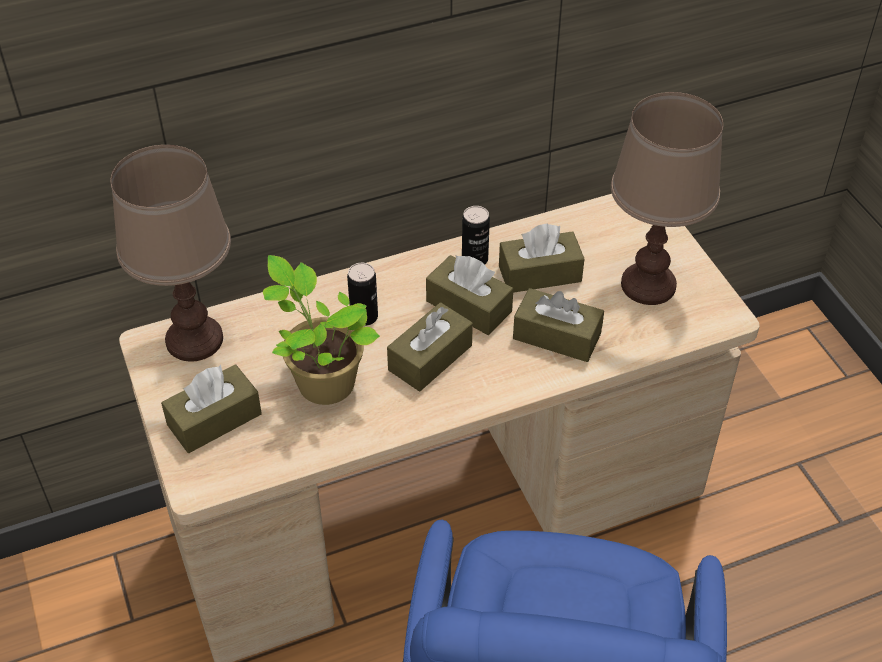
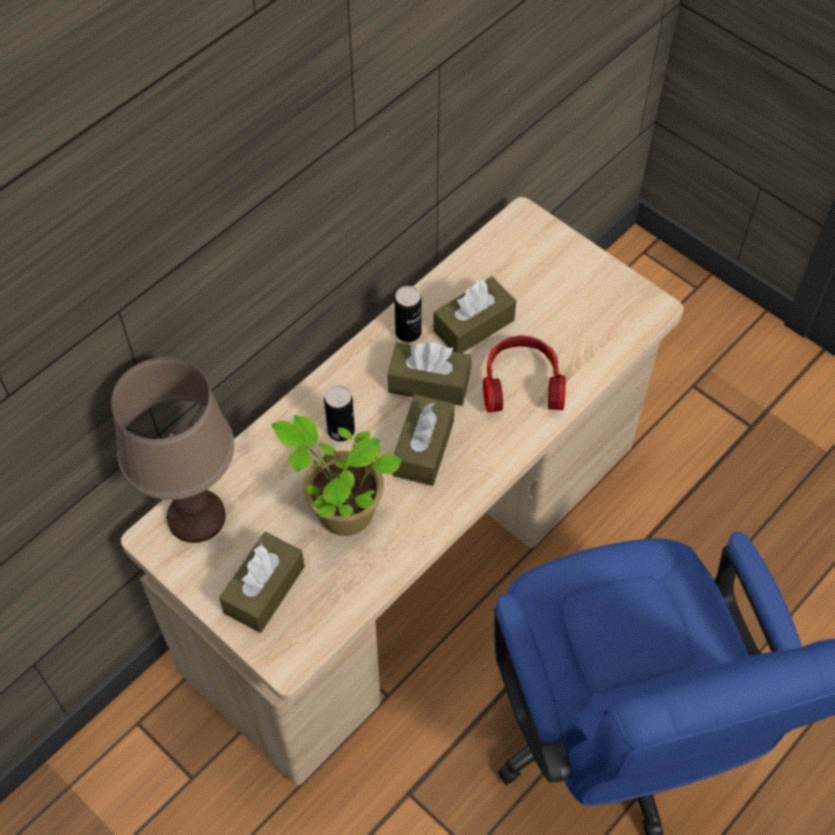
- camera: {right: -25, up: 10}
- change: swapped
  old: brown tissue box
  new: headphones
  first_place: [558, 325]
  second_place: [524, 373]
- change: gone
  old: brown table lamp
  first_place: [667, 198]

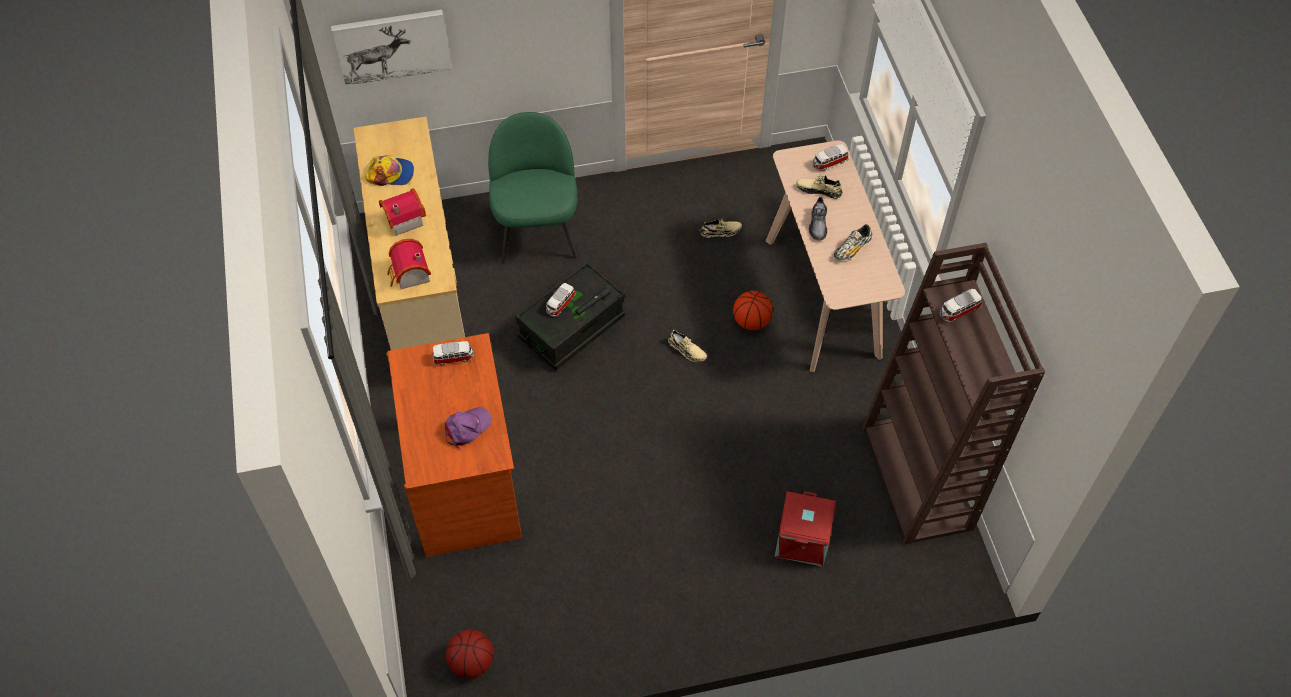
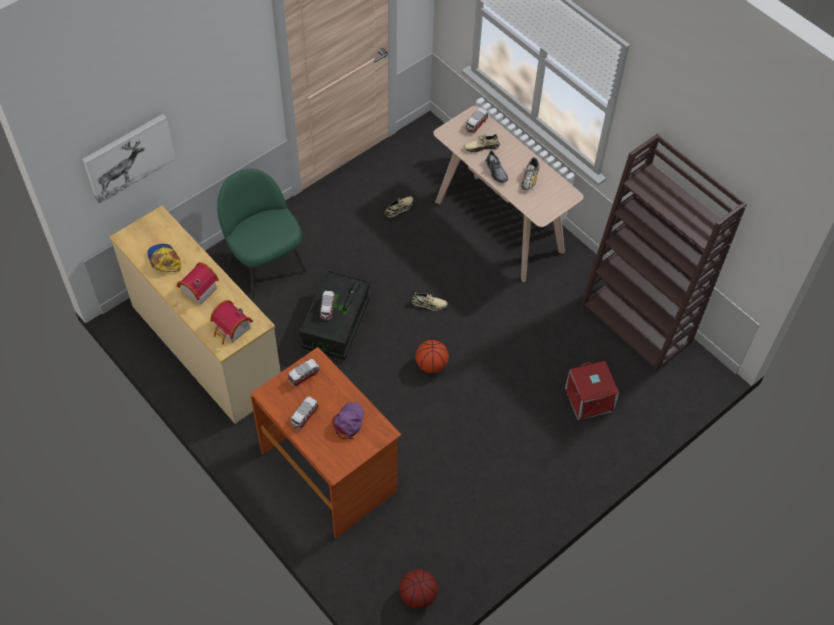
- camera: {right: -30, up: 0}
- change: rotated
  old: cap
  first_place: [389, 170]
  second_place: [164, 258]
  degrees: -90
- change: shifted
  old: toy car
  first_place: [960, 305]
  second_place: [305, 413]
- change: shifted
  old: basketball
  first_place: [753, 310]
  second_place: [432, 356]

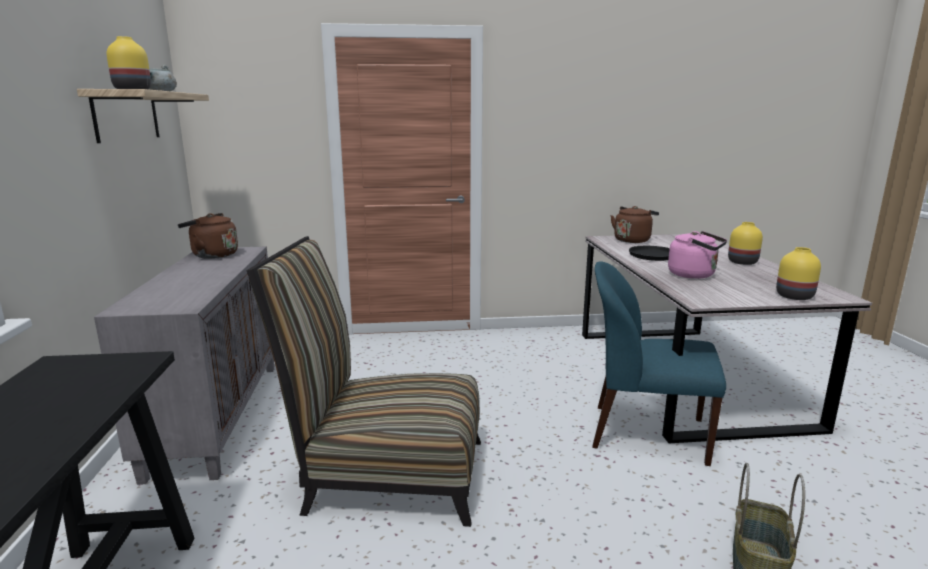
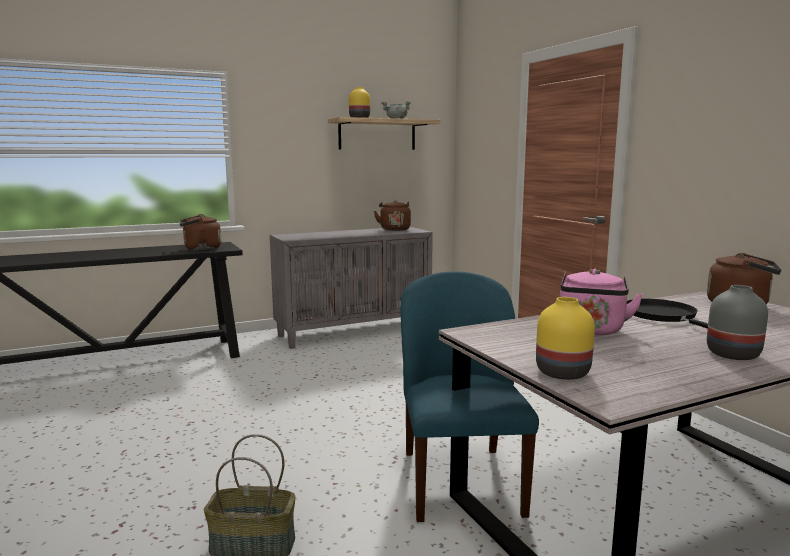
- camera: {right: 70, up: -5}
- change: new
  new: brown kettle
  second_place: [200, 232]
- change: repainted
  old: yellow vase
  new: grey vase
  first_place: [745, 243]
  second_place: [737, 322]
- change: gone
  old: chair
  first_place: [364, 381]

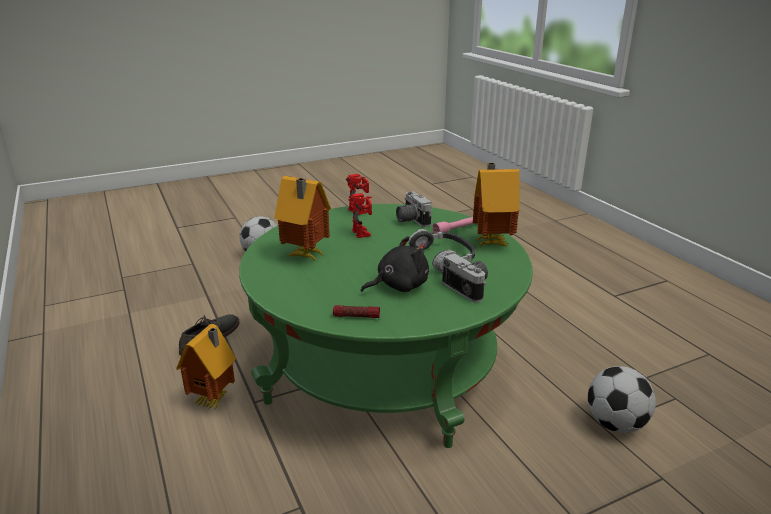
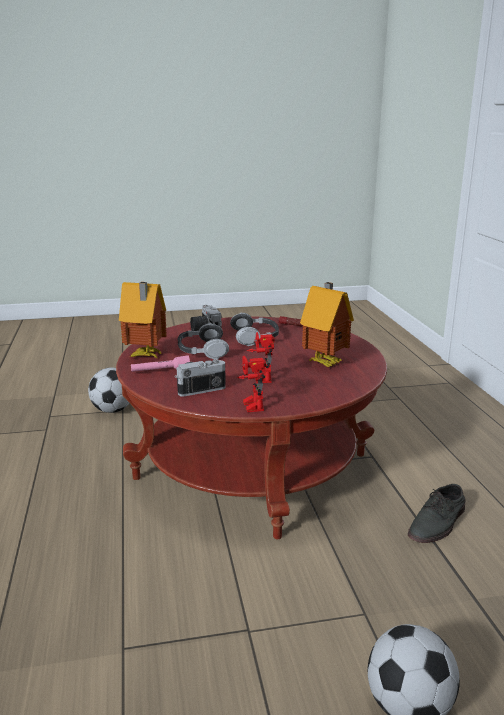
- camera: {right: -165, up: -5}
- change: repainted
  old: green coffee table
  new: red coffee table
  first_place: [386, 326]
  second_place: [251, 428]
- change: rotated
  old: photo camera
  first_place: [414, 209]
  second_place: [200, 378]
  degrees: -105
- change: swapped
  old: black plush toy
  new: headphones
  first_place: [395, 264]
  second_place: [254, 329]
- change: gone
  old: toy house
  first_place: [206, 366]

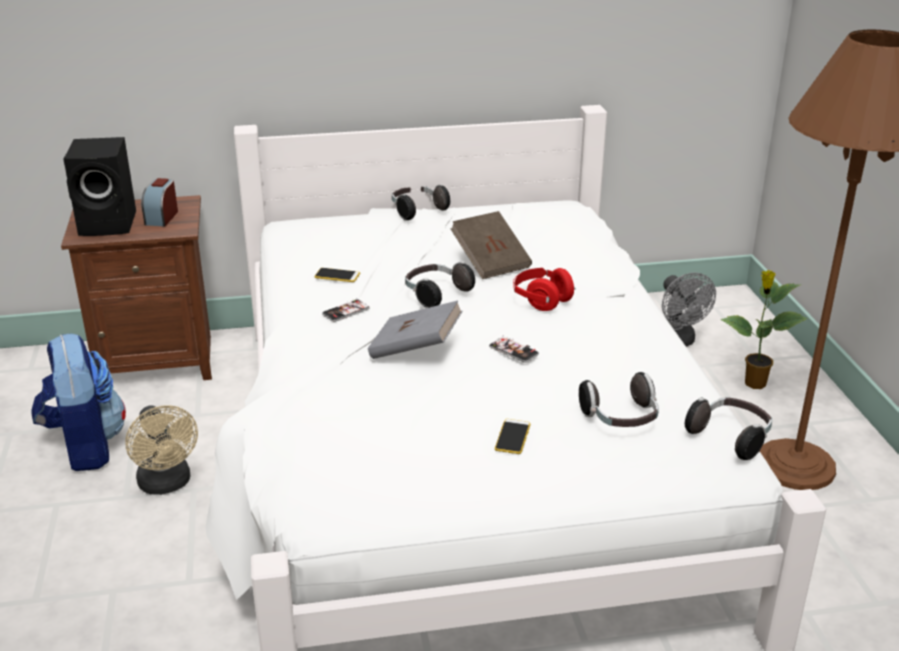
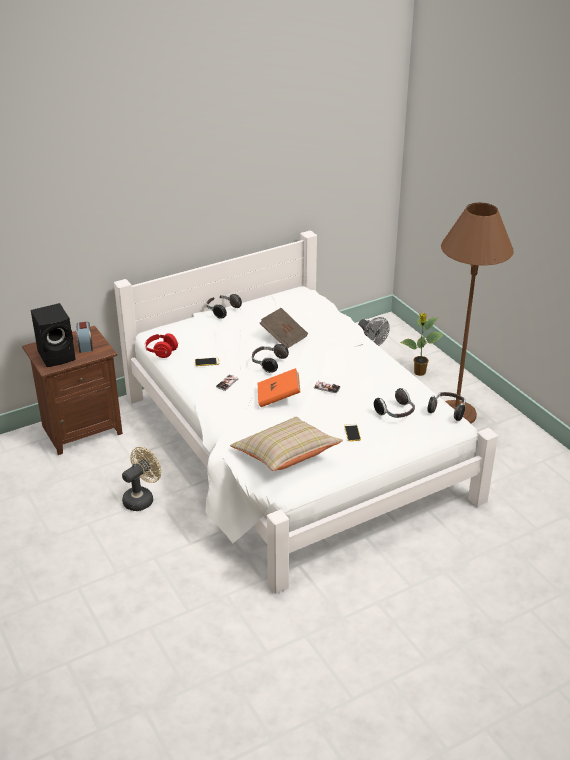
- camera: {right: -20, up: 5}
- change: rotated
  old: beige fan
  first_place: [161, 450]
  second_place: [141, 479]
  degrees: -90
- change: shifted
  old: red headphones
  first_place: [544, 289]
  second_place: [161, 346]
- change: new
  new: beige pillow
  second_place: [286, 443]
- change: repainted
  old: grey book
  new: orange book
  first_place: [415, 329]
  second_place: [279, 387]
- change: gone
  old: backpack
  first_place: [78, 402]

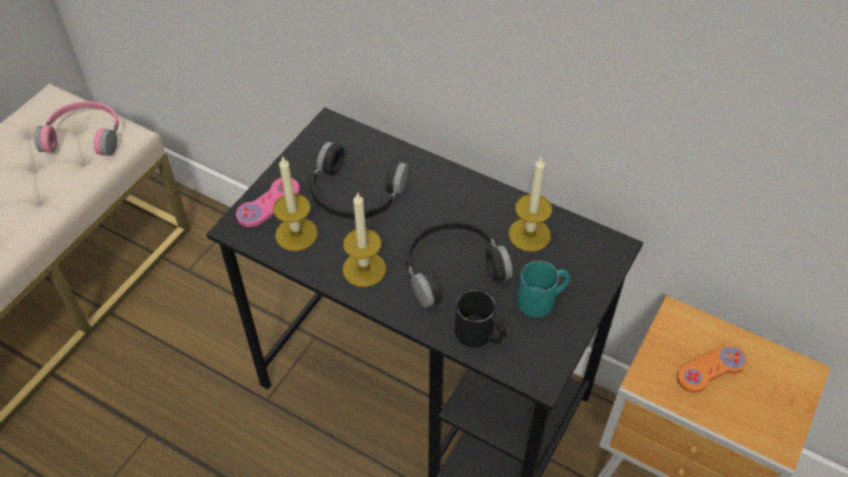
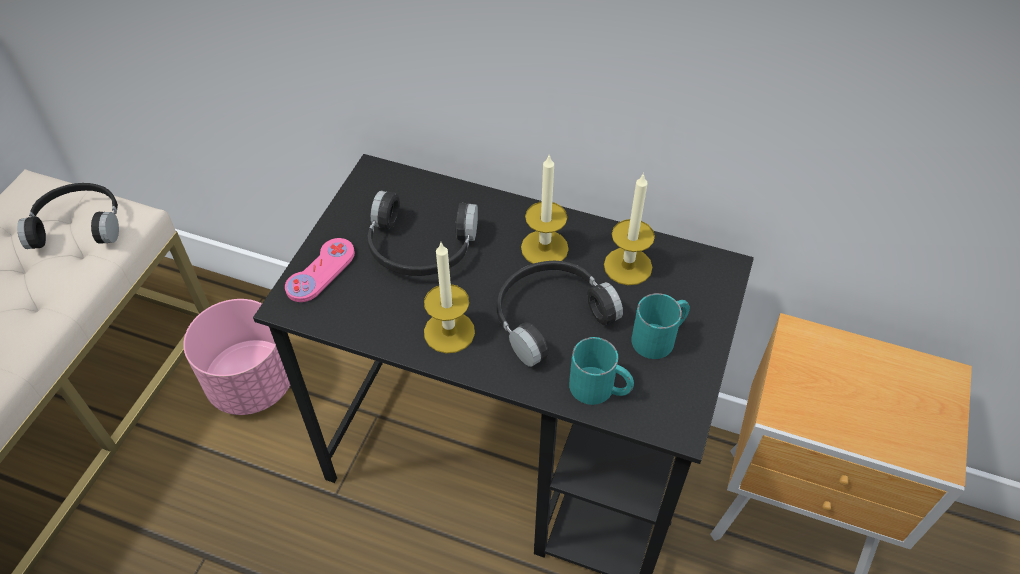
- camera: {right: -10, up: 0}
- change: repainted
  old: pink headphones
  new: black headphones
  first_place: [76, 128]
  second_place: [68, 216]
- change: new
  new: pink planter
  second_place: [236, 357]
- change: shifted
  old: candle
  first_place: [295, 203]
  second_place: [545, 210]
- change: repainted
  old: black mug
  new: turquoise mug
  first_place: [480, 319]
  second_place: [601, 371]
- change: gone
  old: orange game controller
  first_place: [712, 369]

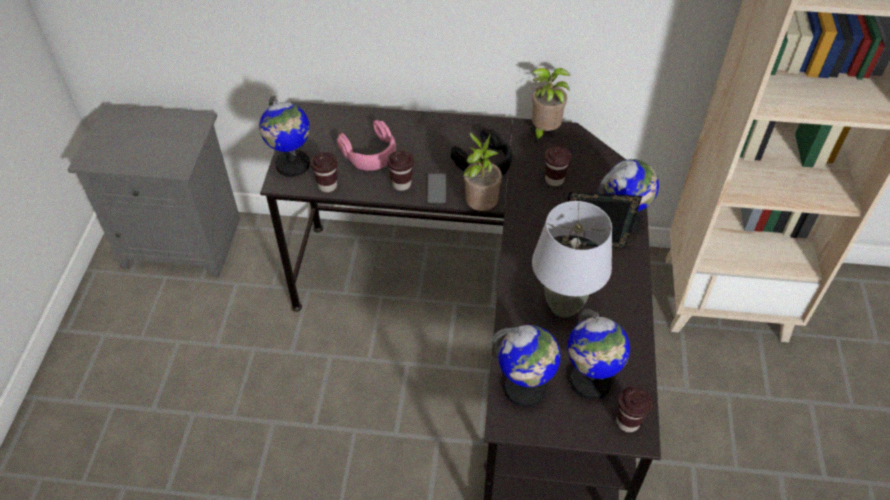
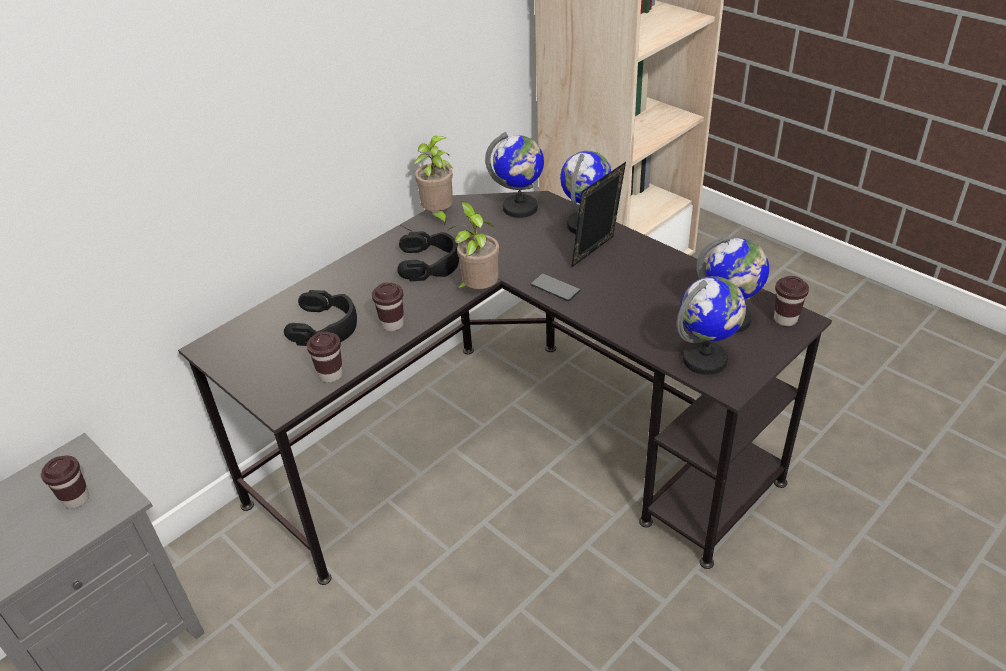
- camera: {right: -50, up: -10}
- change: shifted
  old: brown cup
  first_place: [558, 166]
  second_place: [65, 482]
- change: repainted
  old: pink headphones
  new: black headphones
  first_place: [366, 145]
  second_place: [320, 318]
- change: shifted
  old: globe
  first_place: [284, 136]
  second_place: [514, 175]
- change: shifted
  old: phone
  first_place: [436, 189]
  second_place: [555, 287]
- change: gone
  old: grey table lamp
  first_place: [572, 259]

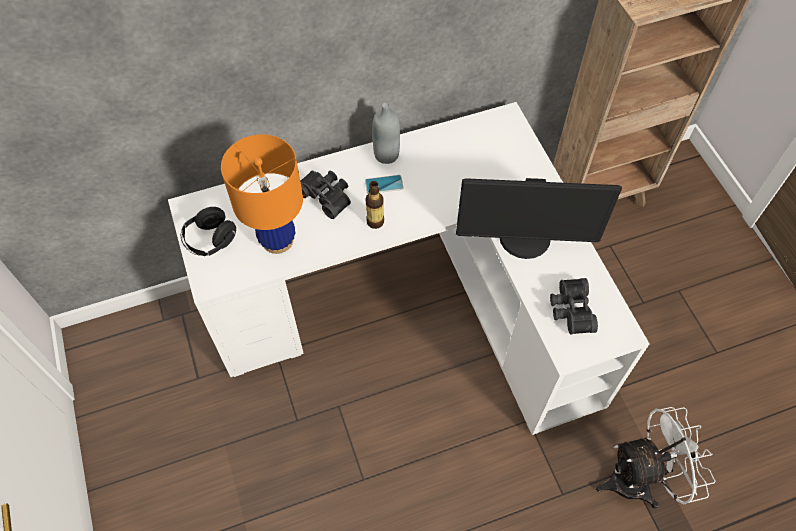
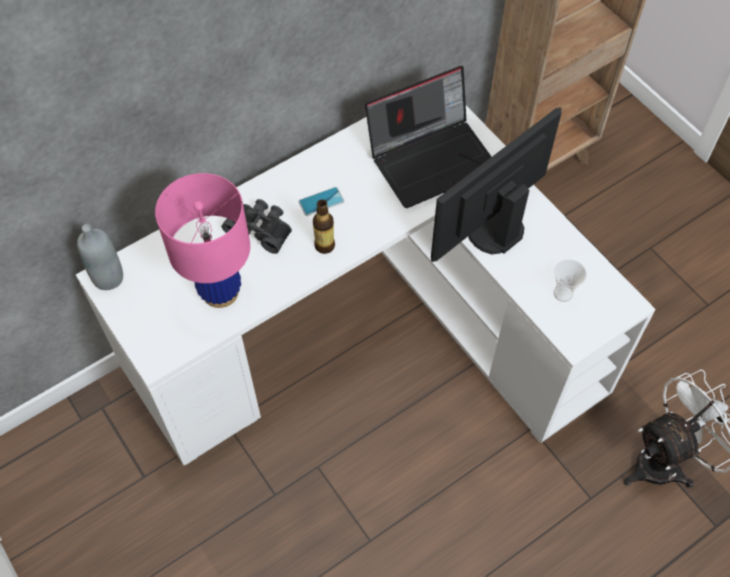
- camera: {right: -15, up: 0}
- change: shifted
  old: grey bottle
  first_place: [386, 133]
  second_place: [100, 257]
- change: repainted
  old: orange table lamp
  new: pink table lamp
  first_place: [262, 194]
  second_place: [202, 240]
- change: new
  new: laptop
  second_place: [428, 137]
- change: rotated
  old: monitor
  first_place: [539, 218]
  second_place: [496, 184]
  degrees: 150
- change: swapped
  old: black binoculars
  new: cup
  first_place: [574, 306]
  second_place: [570, 280]
- change: gone
  old: black headphones
  first_place: [208, 231]

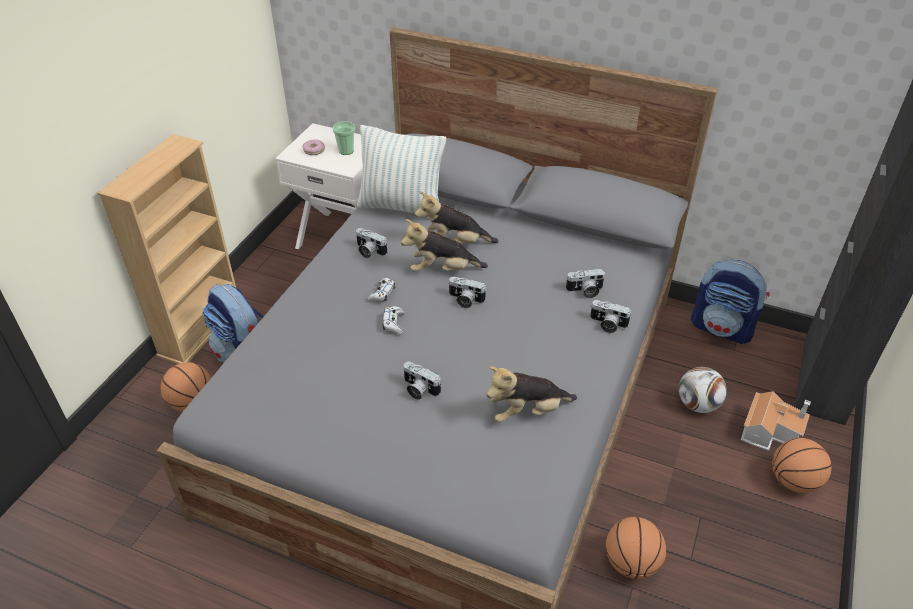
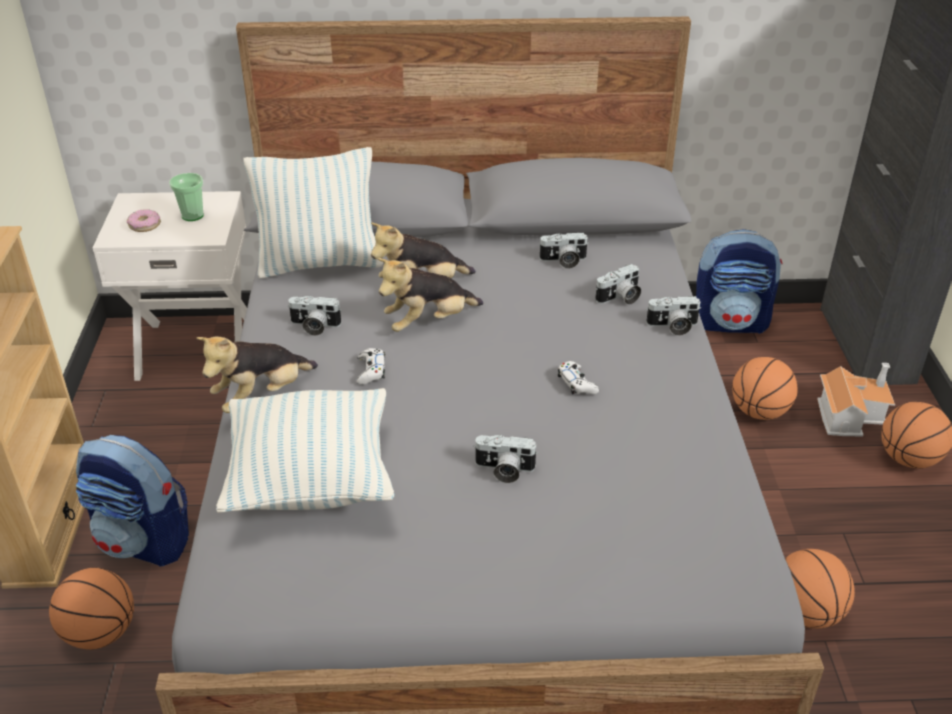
- camera: {right: -25, up: -5}
- change: shifted
  old: plush toy
  first_place: [532, 394]
  second_place: [257, 374]
- change: new
  new: pillow
  second_place: [305, 450]
- change: shifted
  old: photo camera
  first_place: [467, 292]
  second_place: [563, 251]
- change: shifted
  old: white game controller
  first_place: [393, 320]
  second_place: [578, 378]
- change: swapped
  old: football
  new: basketball
  first_place: [703, 390]
  second_place: [765, 388]

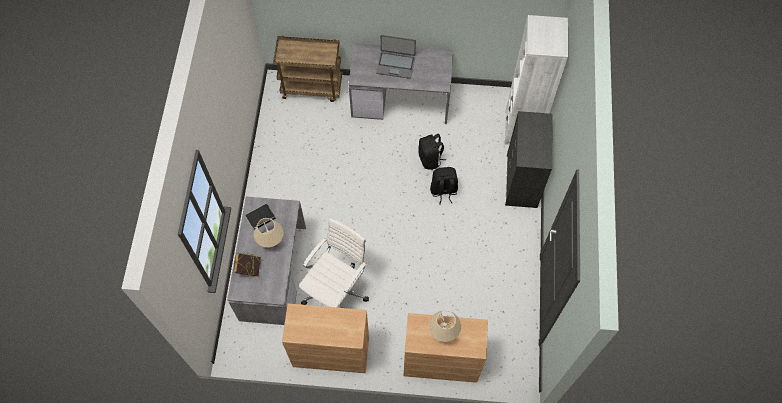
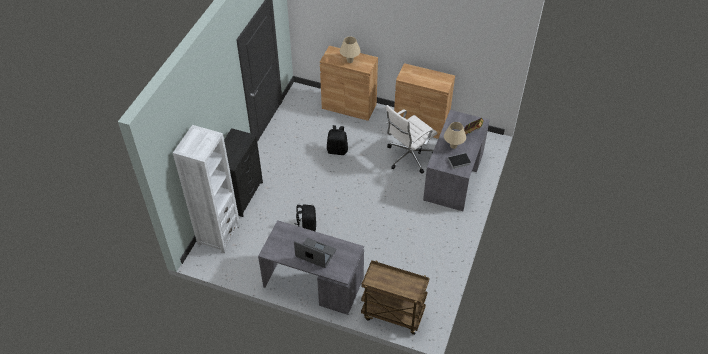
- camera: {right: -165, up: -15}
- change: shifted
  old: black backpack
  first_place: [444, 186]
  second_place: [337, 140]

